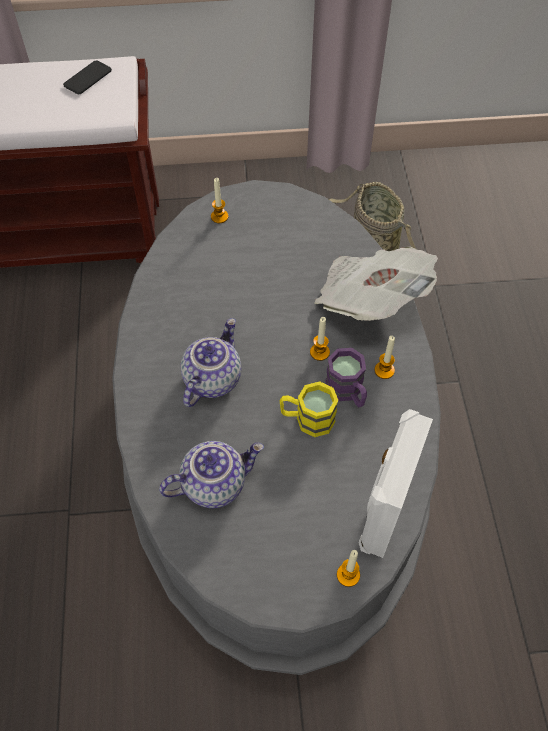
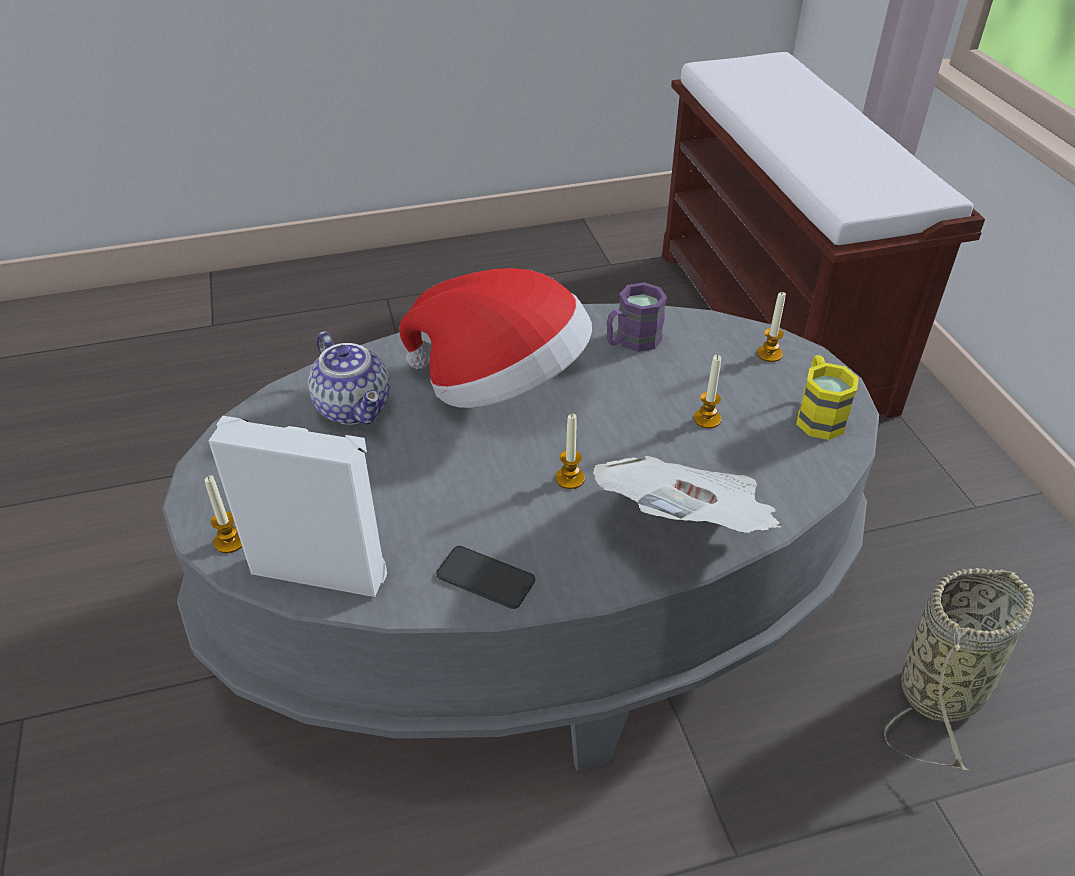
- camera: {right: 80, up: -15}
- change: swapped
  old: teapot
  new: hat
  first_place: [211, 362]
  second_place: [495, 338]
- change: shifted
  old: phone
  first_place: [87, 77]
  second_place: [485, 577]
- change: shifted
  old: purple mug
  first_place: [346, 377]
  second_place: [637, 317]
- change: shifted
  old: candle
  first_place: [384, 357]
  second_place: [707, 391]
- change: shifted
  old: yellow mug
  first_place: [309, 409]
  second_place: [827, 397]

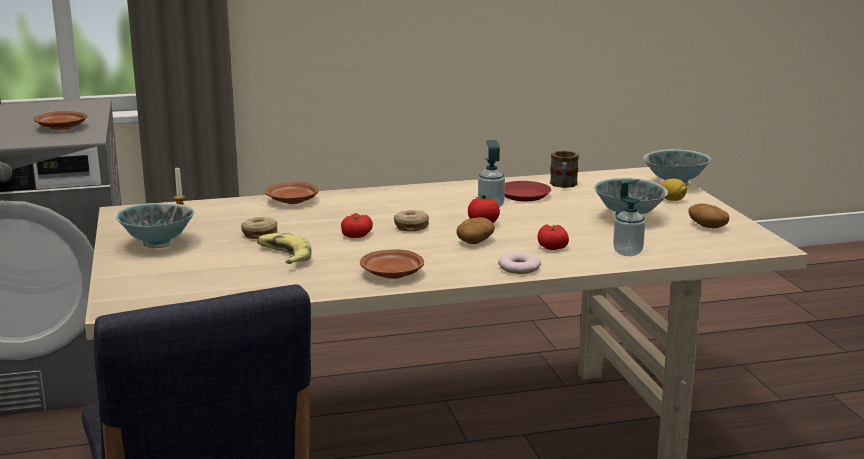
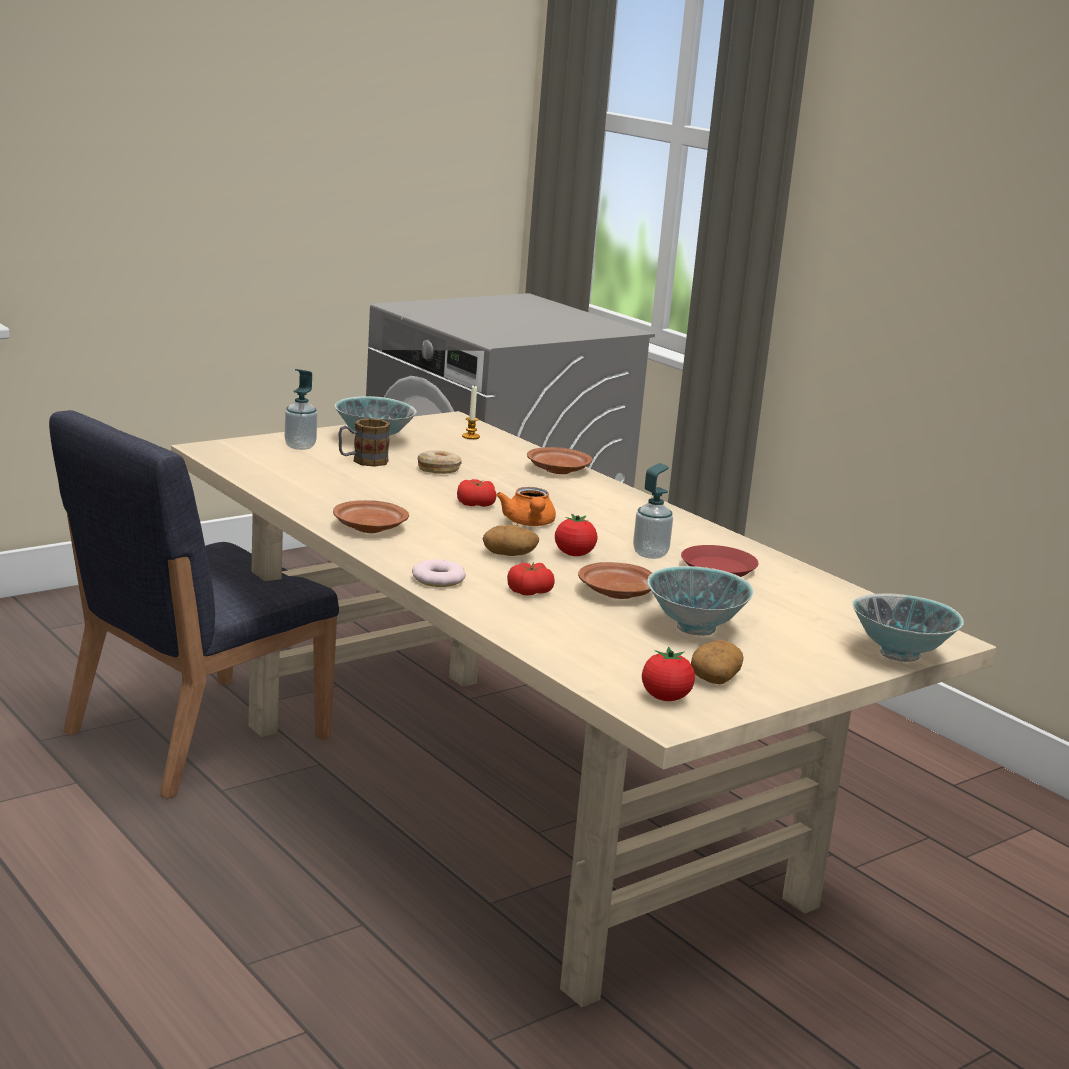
- camera: {right: 65, up: 0}
- change: shifted
  old: soap dispenser
  first_place: [629, 217]
  second_place: [300, 409]
- change: shifted
  old: mug
  first_place: [564, 169]
  second_place: [364, 442]
- change: swapped
  old: donut
  new: orange teapot
  first_place: [411, 221]
  second_place: [526, 506]
- change: shifted
  old: brown plate
  first_place: [60, 120]
  second_place: [615, 580]
- change: new
  new: tomato
  second_place: [668, 674]
- change: gone
  old: banana
  first_place: [284, 248]
- change: gone
  old: lemon
  first_place: [674, 190]

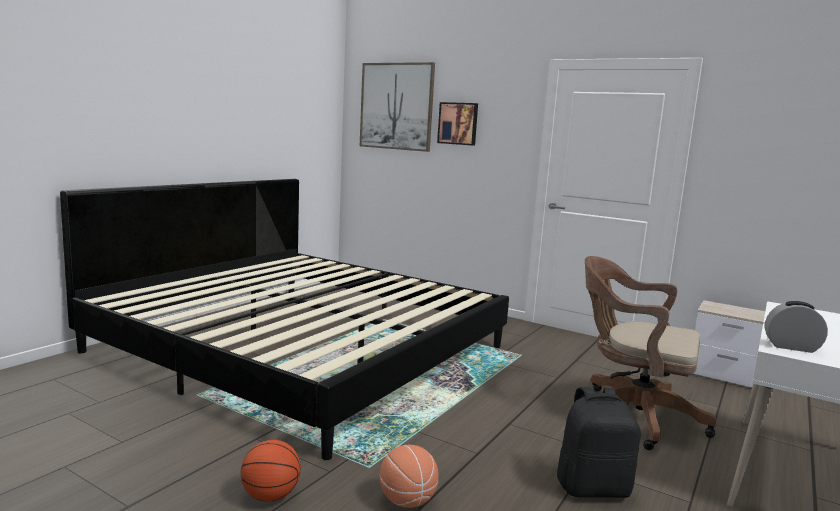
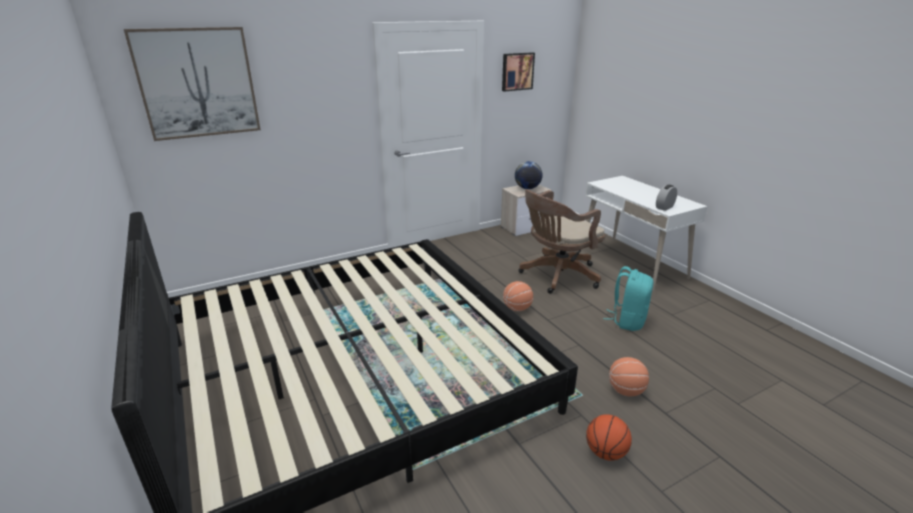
- camera: {right: -60, up: 15}
- change: shifted
  old: picture
  first_place: [457, 124]
  second_place: [518, 72]
- change: new
  new: basketball
  second_place: [518, 296]
- change: new
  new: globe
  second_place: [529, 175]
- change: repainted
  old: black backpack
  new: turquoise backpack
  first_place: [599, 442]
  second_place: [628, 298]

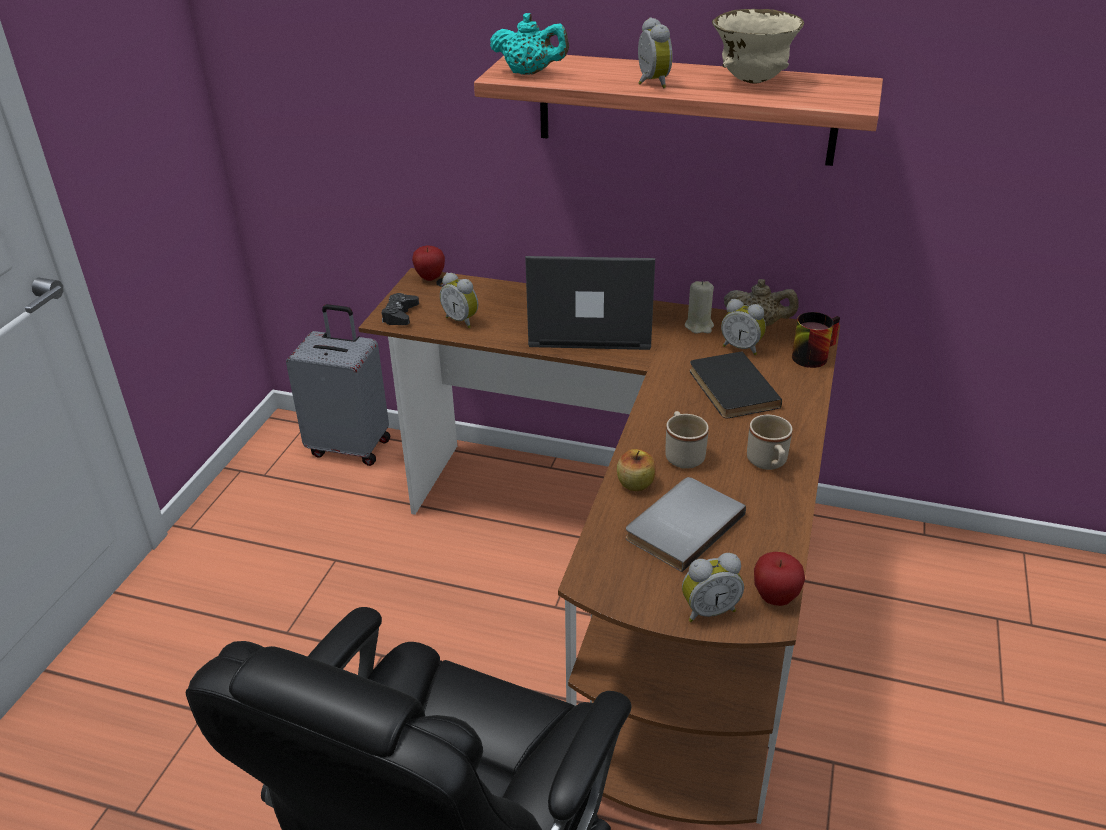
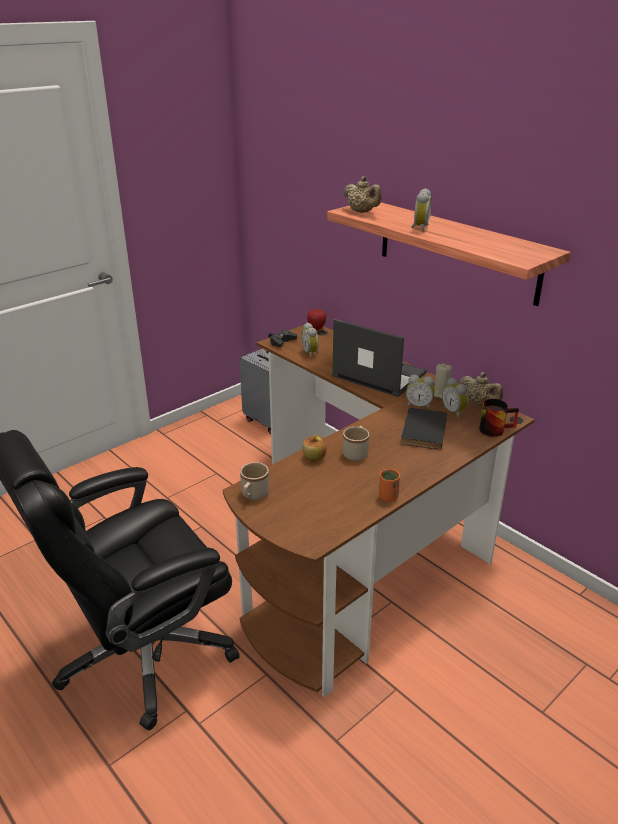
- camera: {right: 30, up: -5}
- change: shifted
  old: beige mug
  first_place: [770, 442]
  second_place: [254, 481]
- change: repainted
  old: turquoise teapot
  new: beige teapot
  first_place: [529, 44]
  second_place: [363, 194]
- change: new
  new: orange cup
  second_place: [389, 485]
- change: shifted
  old: alarm clock
  first_place: [713, 587]
  second_place: [420, 392]
- change: gone
  old: grey book
  first_place: [686, 524]
- change: gone
  old: beige bowl
  first_place: [758, 46]
- change: gone
  old: apple
  first_place: [779, 579]

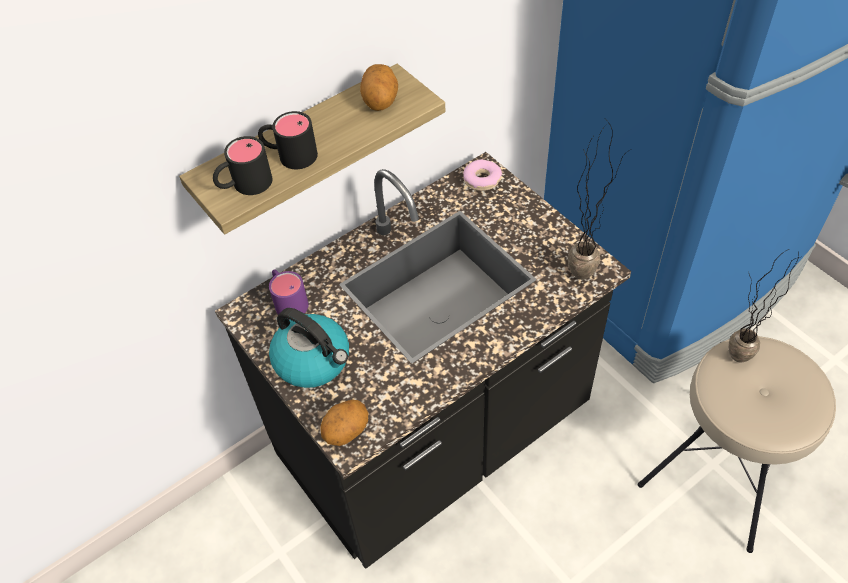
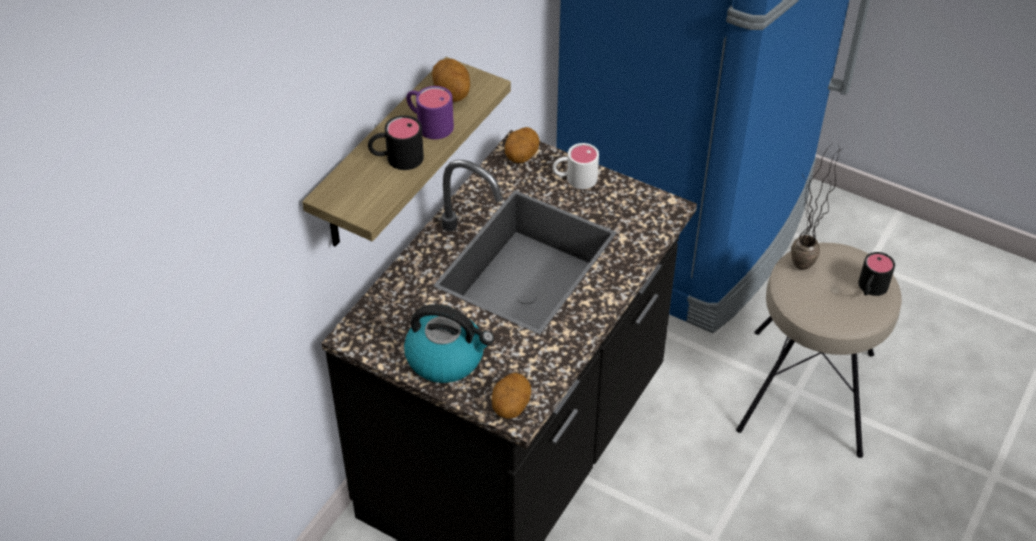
- camera: {right: -25, up: -5}
- change: shifted
  old: purple mug
  first_place: [288, 294]
  second_place: [430, 112]
- change: swapped
  old: donut
  new: potato
  first_place: [482, 175]
  second_place: [522, 145]
- change: new
  new: white mug
  second_place: [575, 166]
- change: shifted
  old: black mug
  first_place: [242, 165]
  second_place: [876, 274]
- change: gone
  old: potted plant
  first_place: [598, 200]

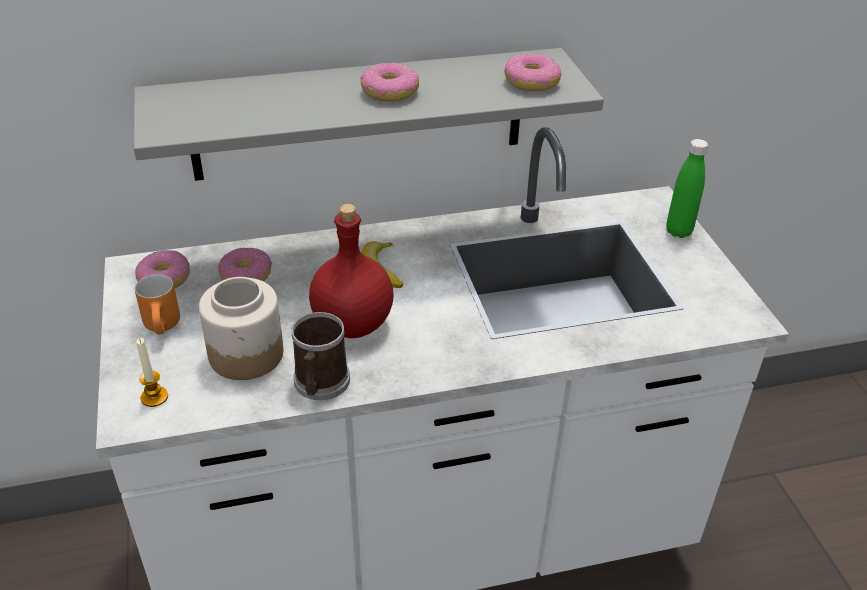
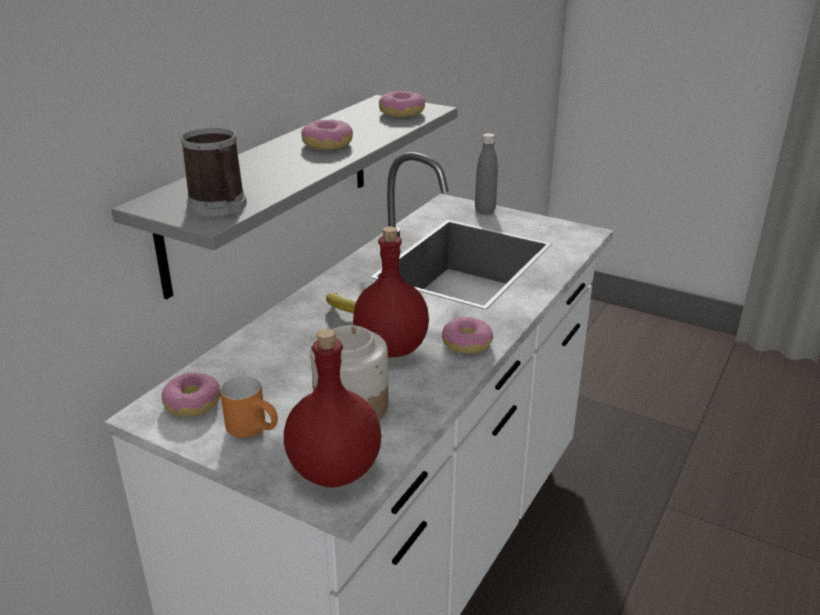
- camera: {right: -45, up: -10}
- change: shifted
  old: mug
  first_place: [321, 356]
  second_place: [214, 172]
- change: swapped
  old: candle
  new: red bottle
  first_place: [152, 372]
  second_place: [332, 408]
- change: shifted
  old: donut
  first_place: [245, 264]
  second_place: [467, 335]
- change: repainted
  old: green bottle
  new: grey bottle
  first_place: [687, 188]
  second_place: [486, 174]

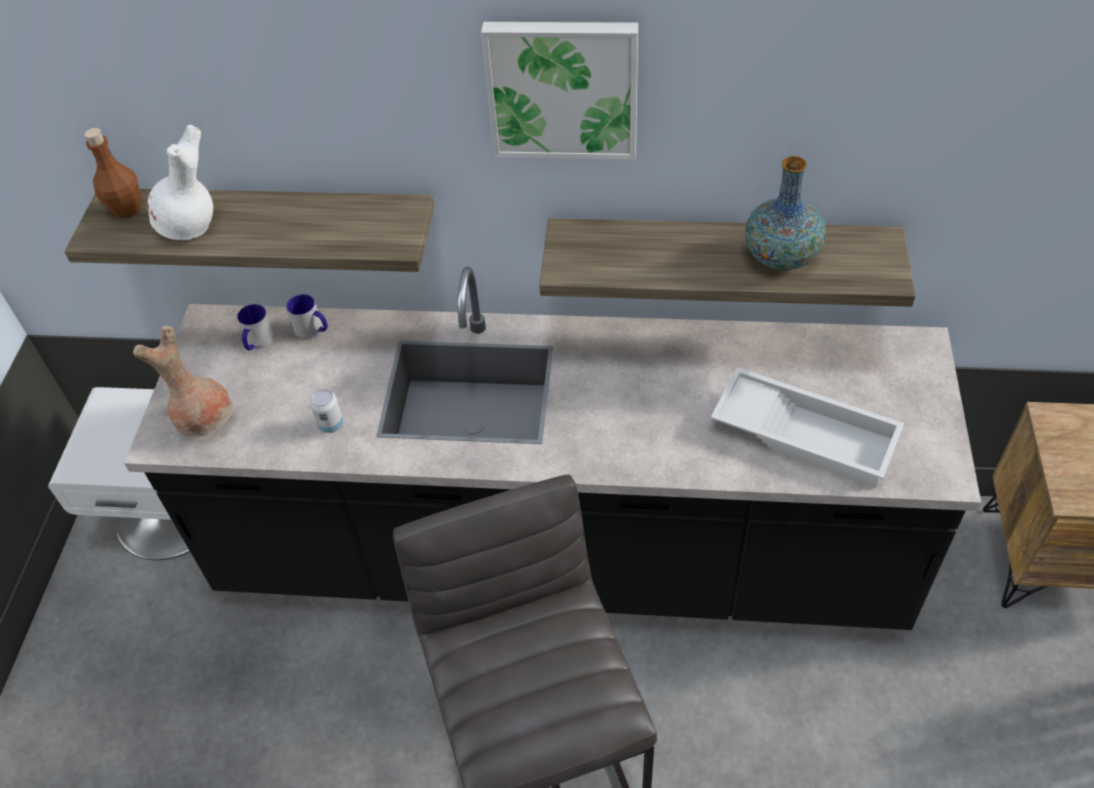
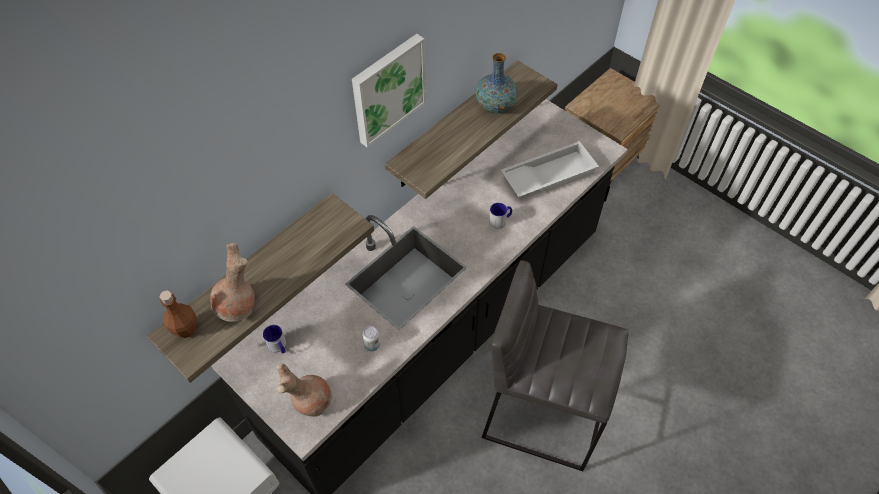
- camera: {right: -55, up: 5}
- change: repainted
  old: white vase
  new: brown vase
  first_place: [180, 182]
  second_place: [232, 282]
- change: shifted
  old: mug
  first_place: [307, 316]
  second_place: [500, 216]

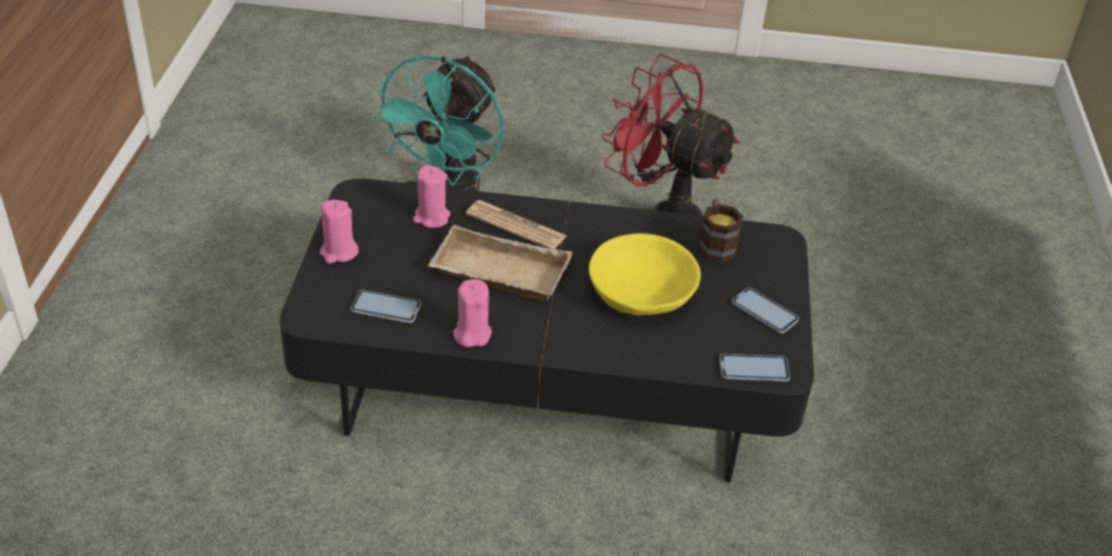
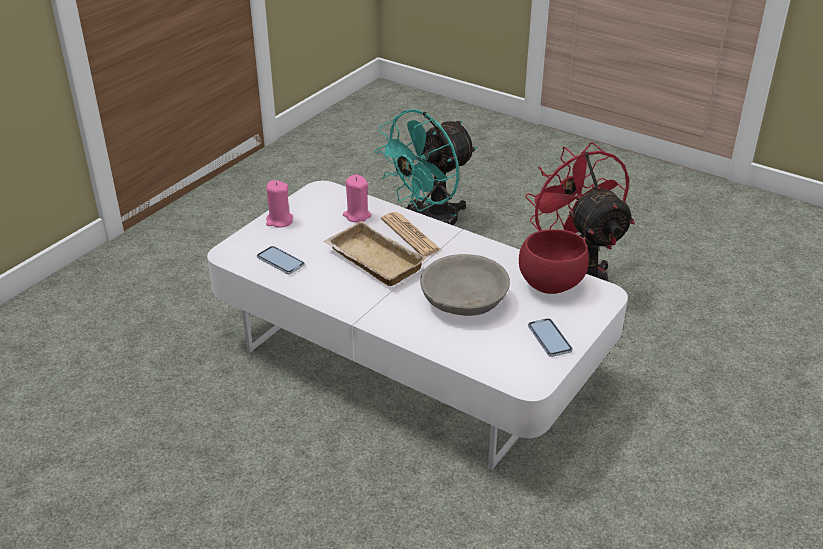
- camera: {right: 30, up: -5}
- change: repainted
  old: black coffee table
  new: white coffee table
  first_place: [546, 330]
  second_place: [417, 325]
- change: repainted
  old: yellow bowl
  new: grey bowl
  first_place: [645, 274]
  second_place: [465, 285]
- change: swapped
  old: mug
  new: red bowl
  first_place: [720, 230]
  second_place: [554, 261]
- change: gone
  old: pink candle
  first_place: [472, 313]
- change: gone
  old: phone
  first_place: [755, 367]

